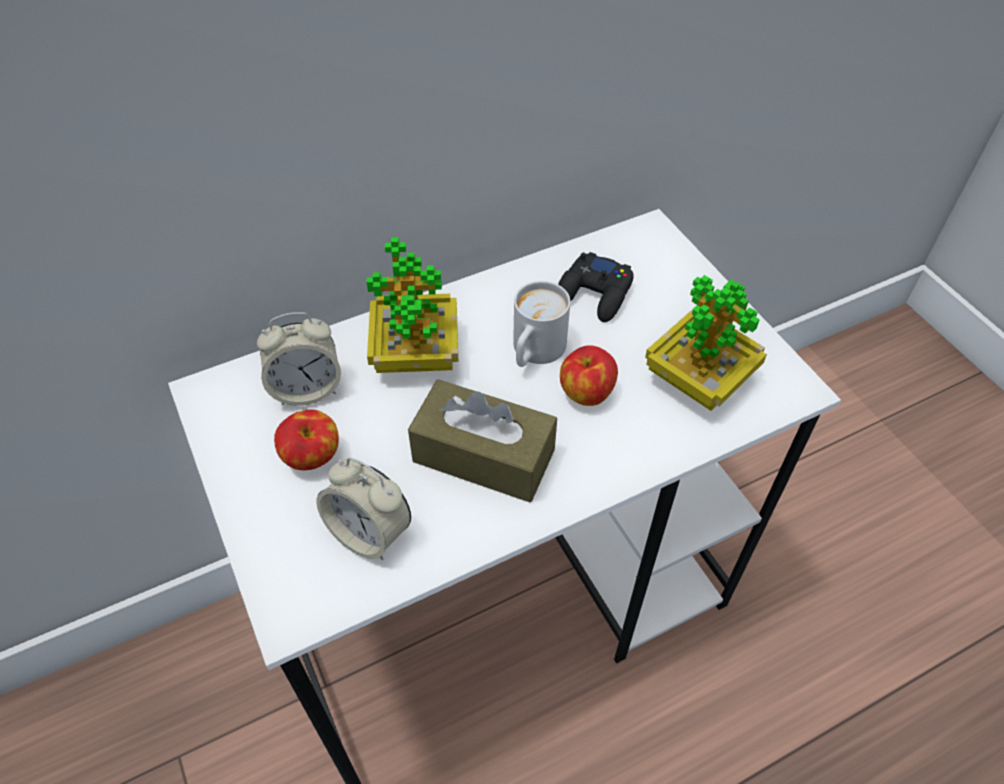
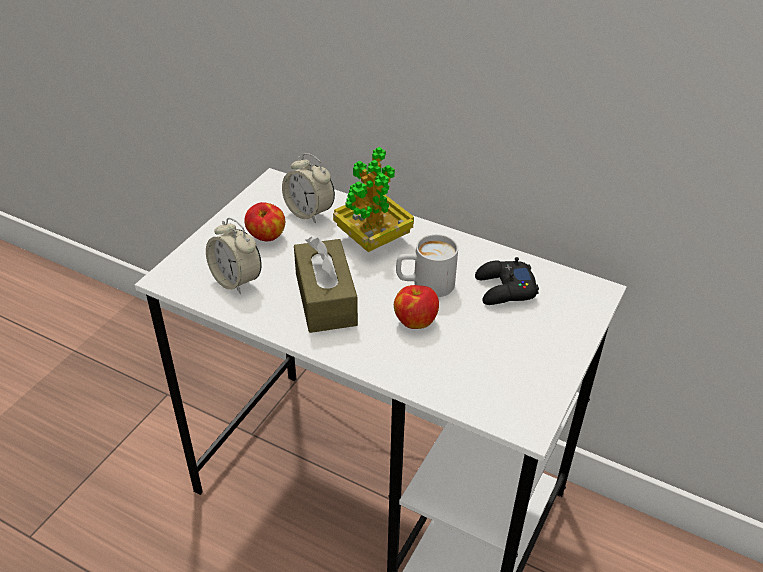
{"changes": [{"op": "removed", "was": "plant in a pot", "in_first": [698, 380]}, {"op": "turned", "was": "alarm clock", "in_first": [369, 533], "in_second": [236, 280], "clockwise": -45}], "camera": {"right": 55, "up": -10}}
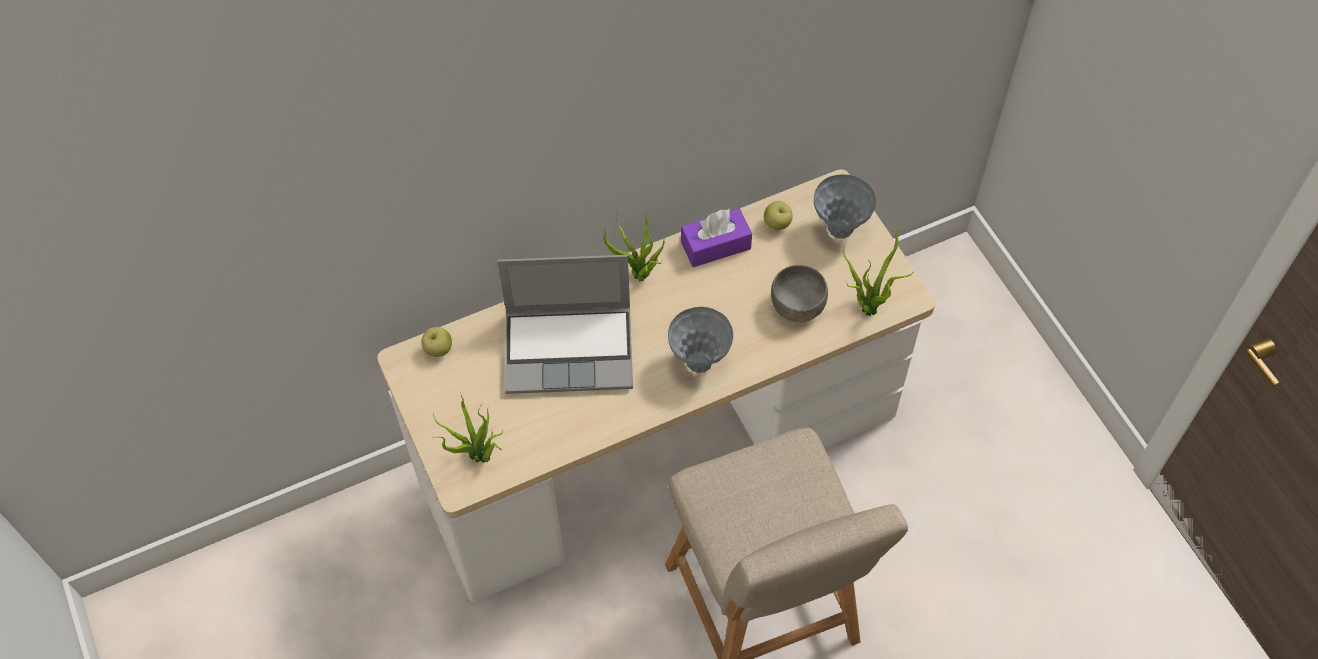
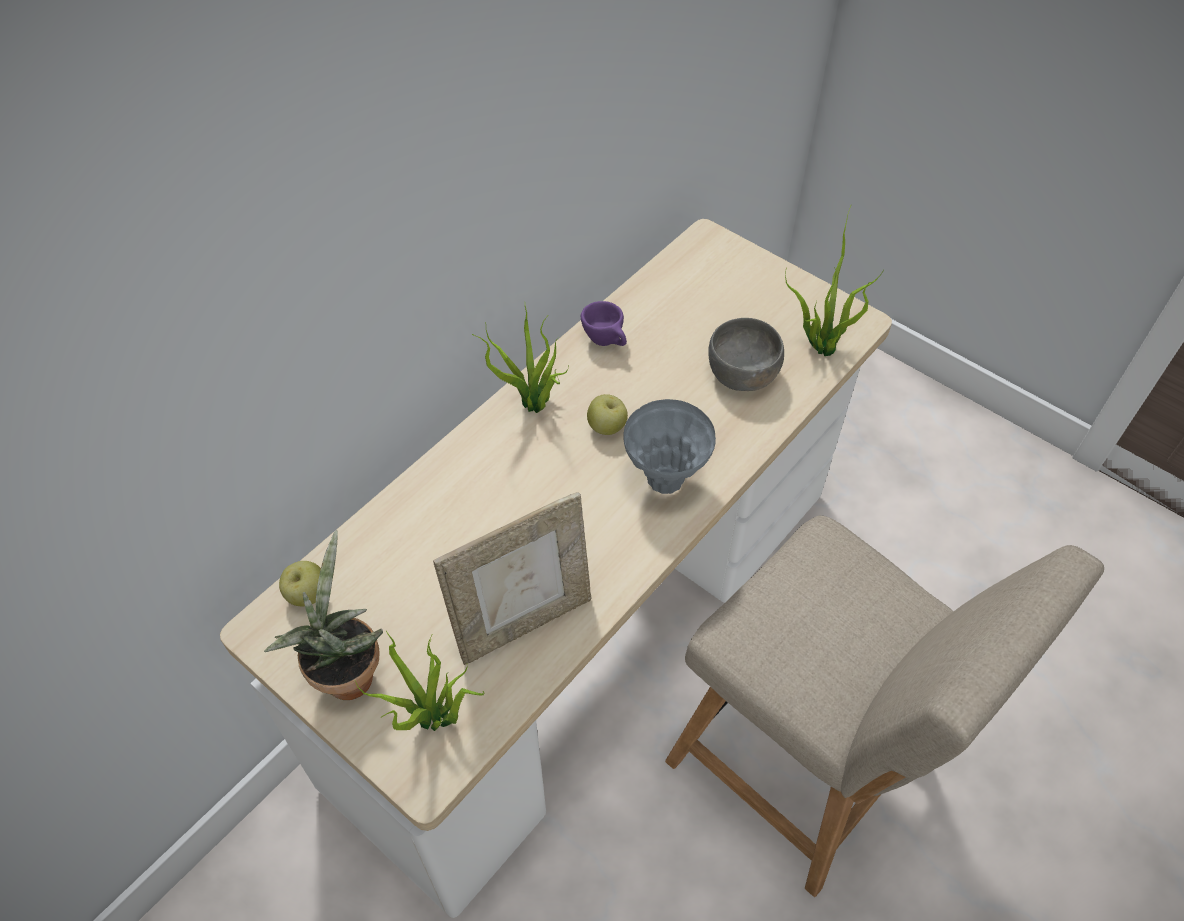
{"changes": [{"op": "removed", "was": "laptop", "in_first": [571, 349]}, {"op": "removed", "was": "greyish vase", "in_first": [839, 229]}, {"op": "added", "now": "plant in a pot", "in_second": [347, 672]}, {"op": "added", "now": "picture frame", "in_second": [523, 622]}, {"op": "moved", "was": "apple", "in_first": [777, 224], "in_second": [607, 427]}, {"op": "replaced", "was": "purple tissue holder", "now": "purple cup", "in_first": [715, 245], "in_second": [607, 341]}], "camera": {"right": -25, "up": -5}}
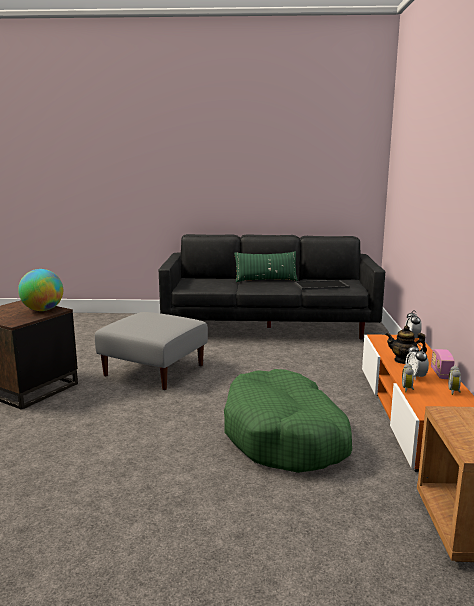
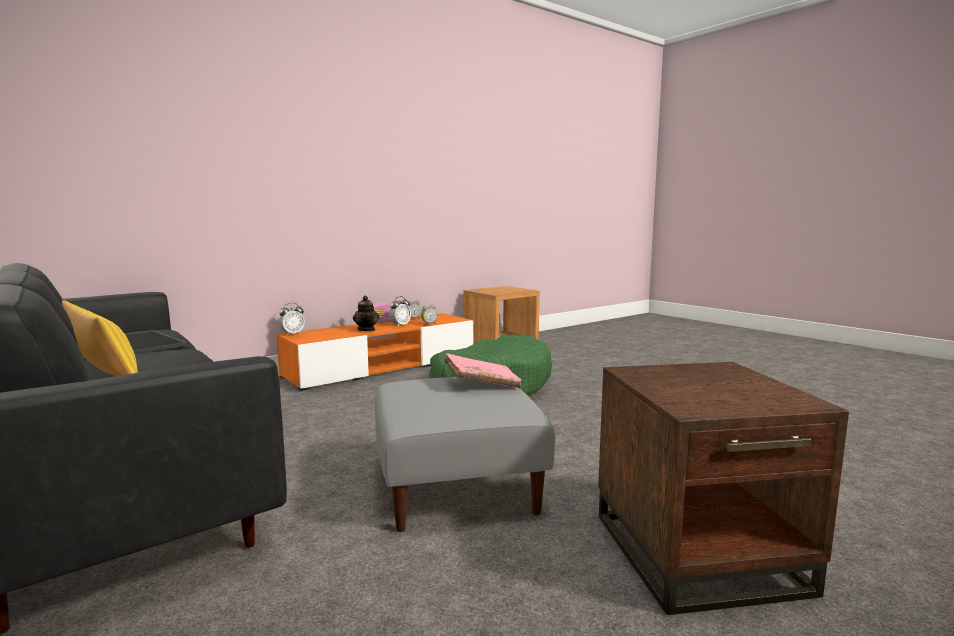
{"changes": [{"op": "removed", "was": "desk globe", "in_first": [43, 310]}, {"op": "added", "now": "pink volume", "in_second": [482, 383]}, {"op": "recoloured", "was": "greenish cushion", "now": "yellow cushion", "in_first": [266, 280], "in_second": [103, 372]}], "camera": {"right": -130, "up": -5}}
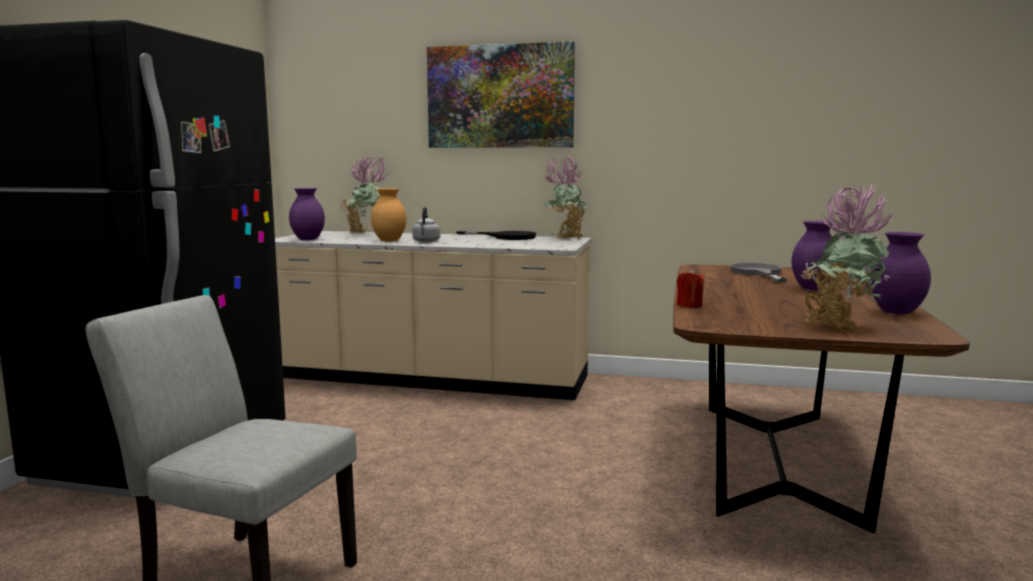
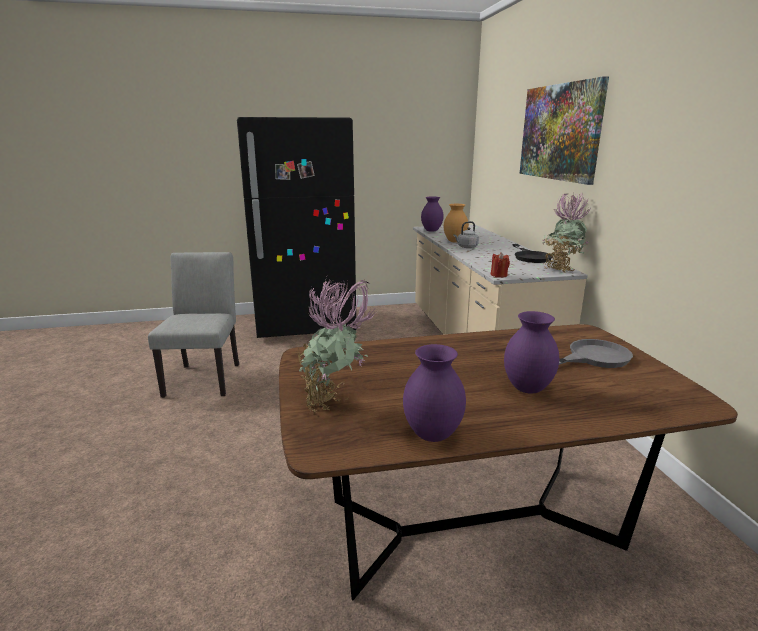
{"changes": [{"op": "removed", "was": "plant in a pot", "in_first": [365, 233]}, {"op": "moved", "was": "reddish wax light", "in_first": [689, 305], "in_second": [499, 275]}], "camera": {"right": 65, "up": 10}}
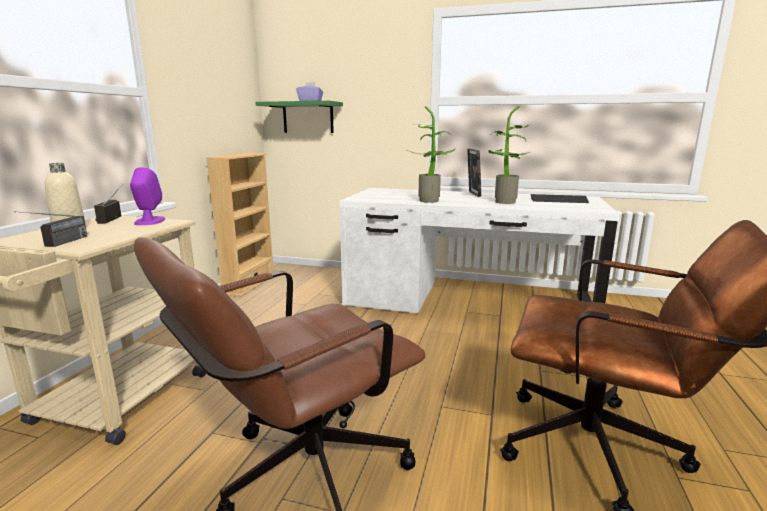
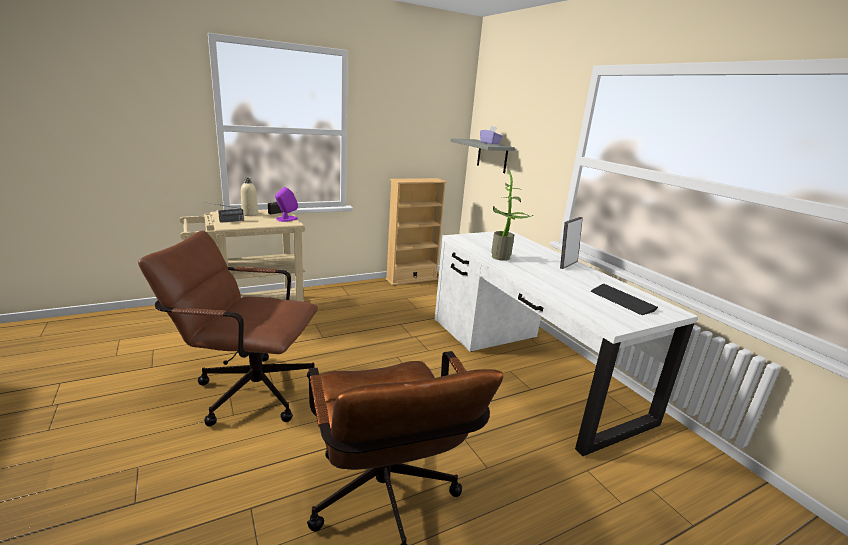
{"changes": [{"op": "removed", "was": "plant in a pot", "in_first": [504, 202]}, {"op": "recoloured", "was": "greenish shelf", "now": "greyish shelf", "in_first": [308, 117], "in_second": [492, 156]}], "camera": {"right": 45, "up": 5}}
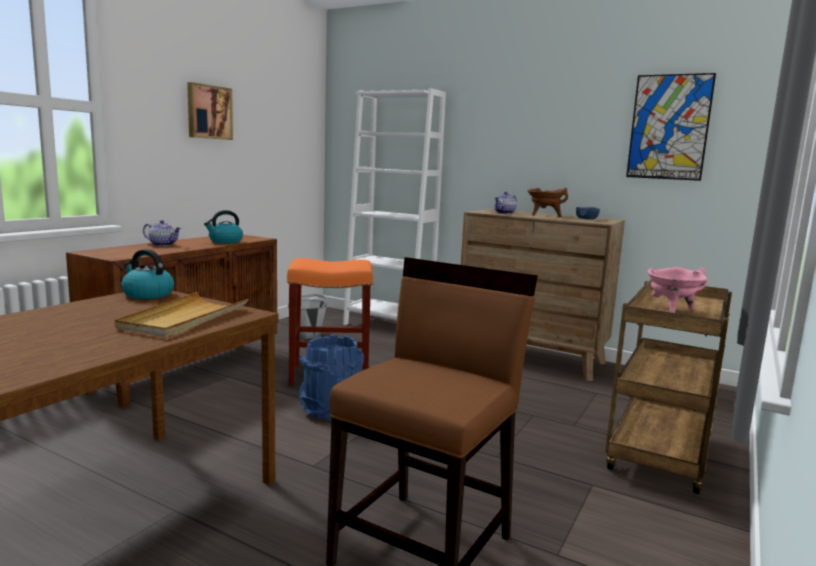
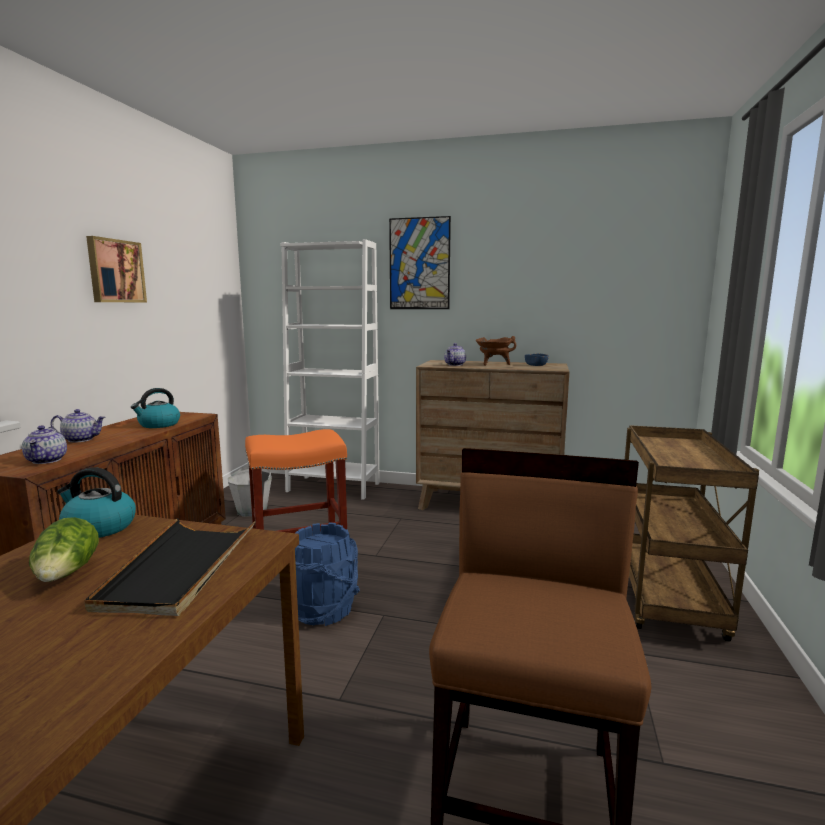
{"changes": [{"op": "removed", "was": "pink saucepot", "in_first": [671, 310]}, {"op": "added", "now": "tea pot", "in_second": [47, 460]}, {"op": "added", "now": "lettuce head", "in_second": [67, 574]}, {"op": "moved", "was": "wall art", "in_first": [669, 127], "in_second": [419, 264]}, {"op": "recoloured", "was": "beige tray", "now": "black-coloured tray", "in_first": [184, 319], "in_second": [180, 568]}], "camera": {"right": -15, "up": 0}}
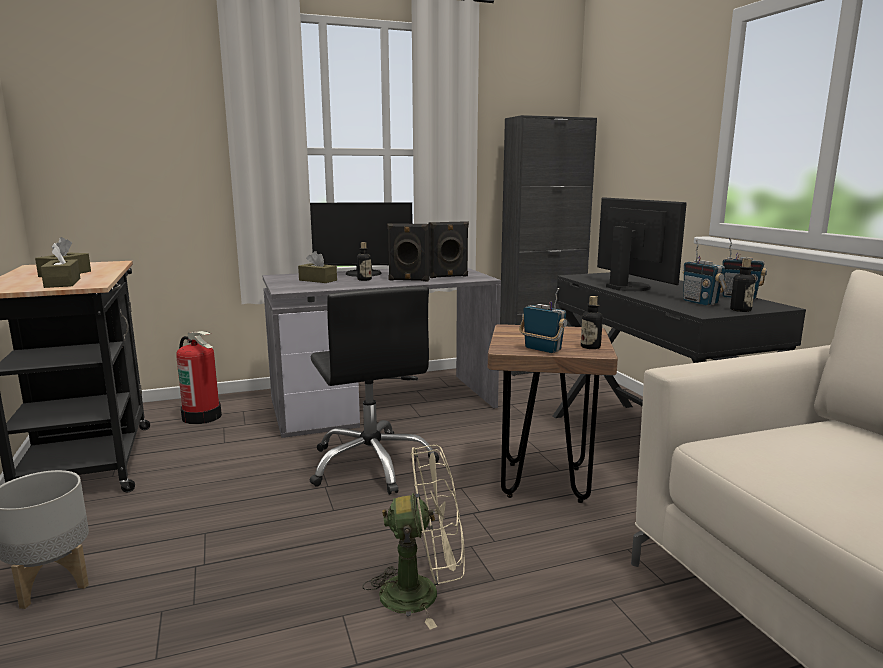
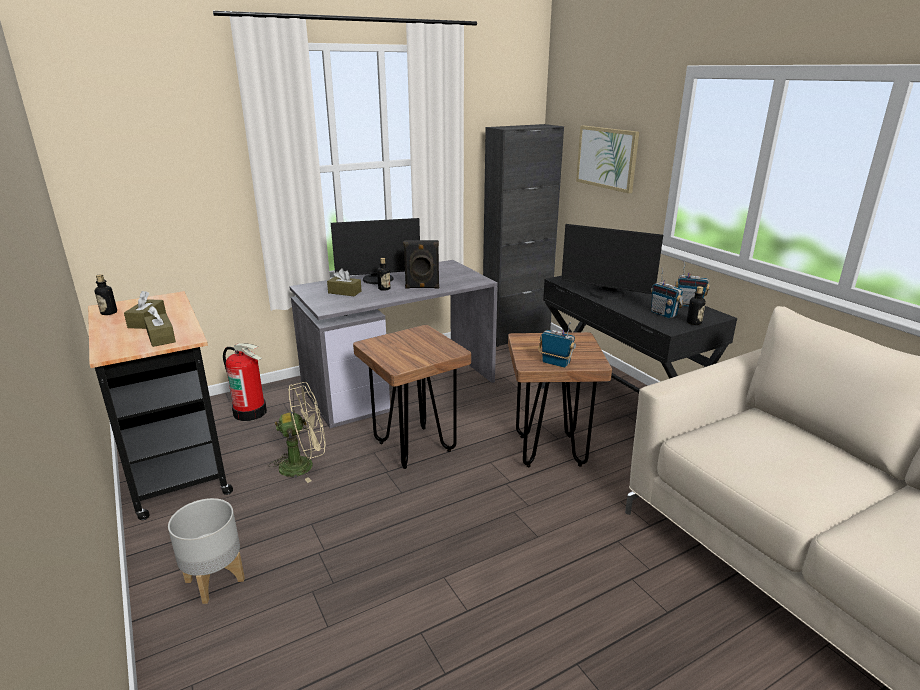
{"changes": [{"op": "removed", "was": "black-coloured audio speaker", "in_first": [448, 276]}, {"op": "added", "now": "wall art", "in_second": [607, 158]}, {"op": "moved", "was": "beige cooling fan", "in_first": [422, 592], "in_second": [304, 465]}, {"op": "moved", "was": "bottle", "in_first": [590, 347], "in_second": [109, 313]}, {"op": "replaced", "was": "black-coloured computer chair", "now": "brownish sitting stool", "in_first": [372, 464], "in_second": [414, 447]}, {"op": "turned", "was": "monitor", "in_first": [629, 287], "in_second": [606, 294], "clockwise": 150}], "camera": {"right": -10, "up": 10}}
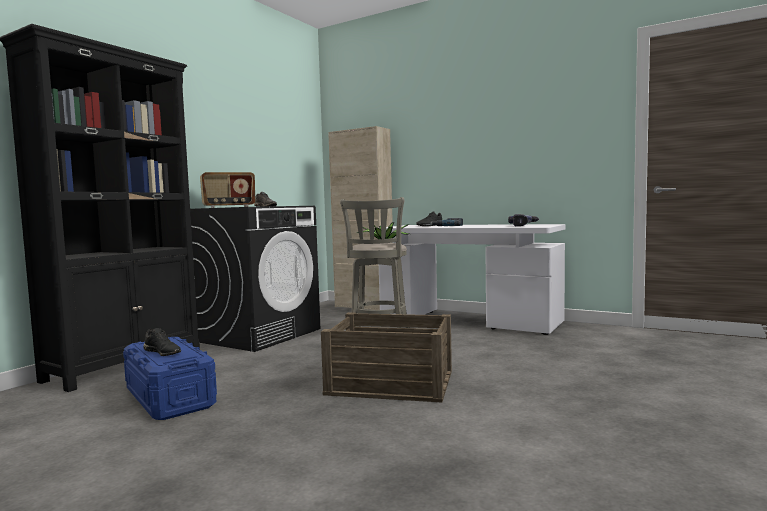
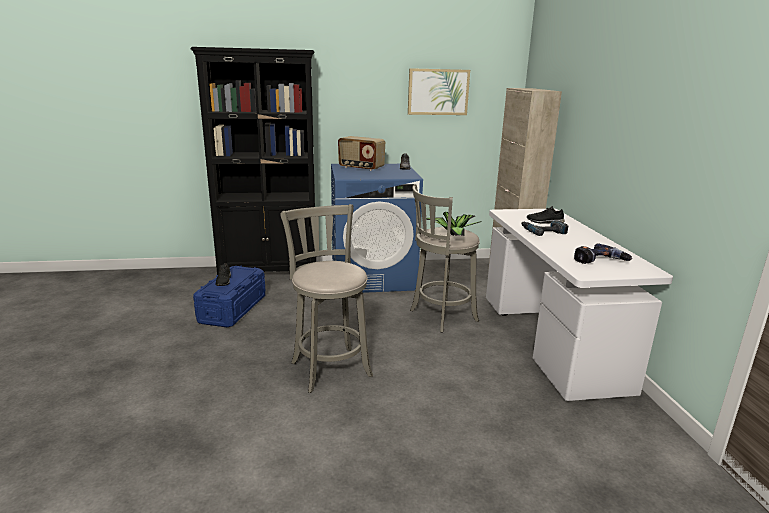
{"changes": [{"op": "added", "now": "wall art", "in_second": [438, 92]}, {"op": "replaced", "was": "crate", "now": "greyish sitting stool", "in_first": [390, 382], "in_second": [329, 367]}, {"op": "recoloured", "was": "black-coloured laundry machine", "now": "blue-coloured laundry machine", "in_first": [258, 334], "in_second": [373, 277]}], "camera": {"right": 50, "up": 15}}
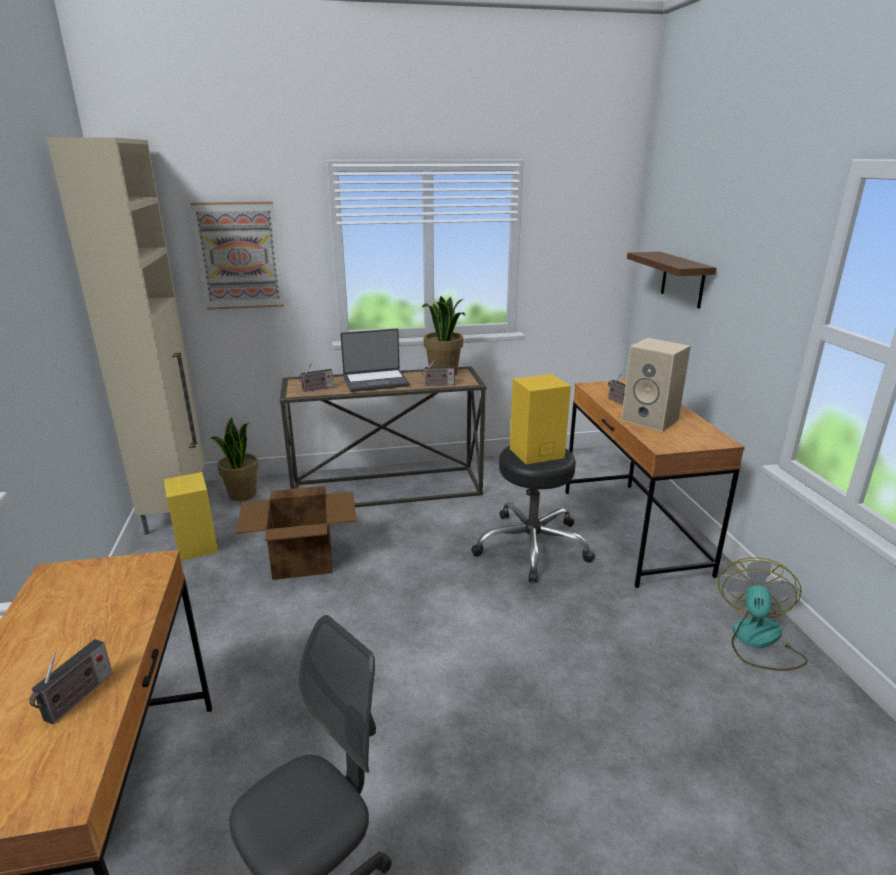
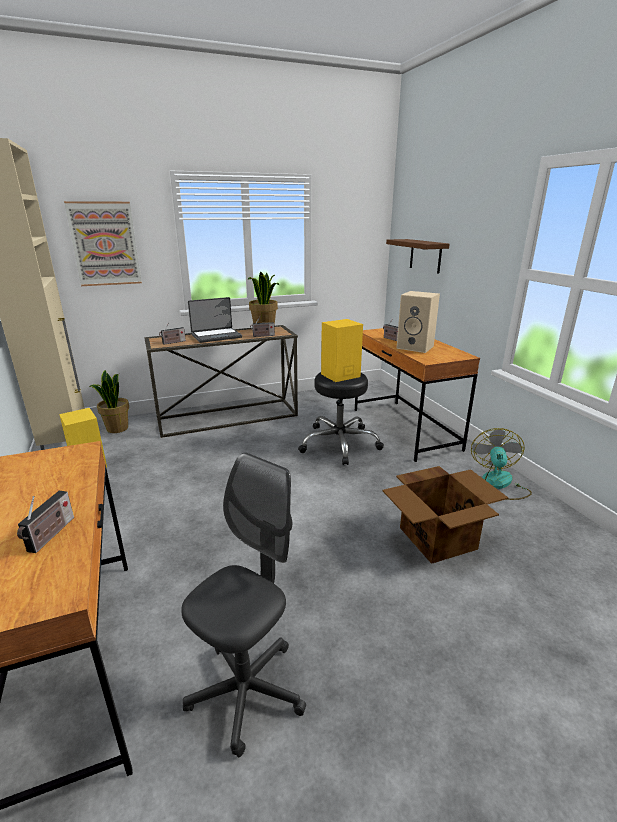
{"changes": [{"op": "moved", "was": "carton", "in_first": [304, 559], "in_second": [438, 538]}], "camera": {"right": -10, "up": 0}}
